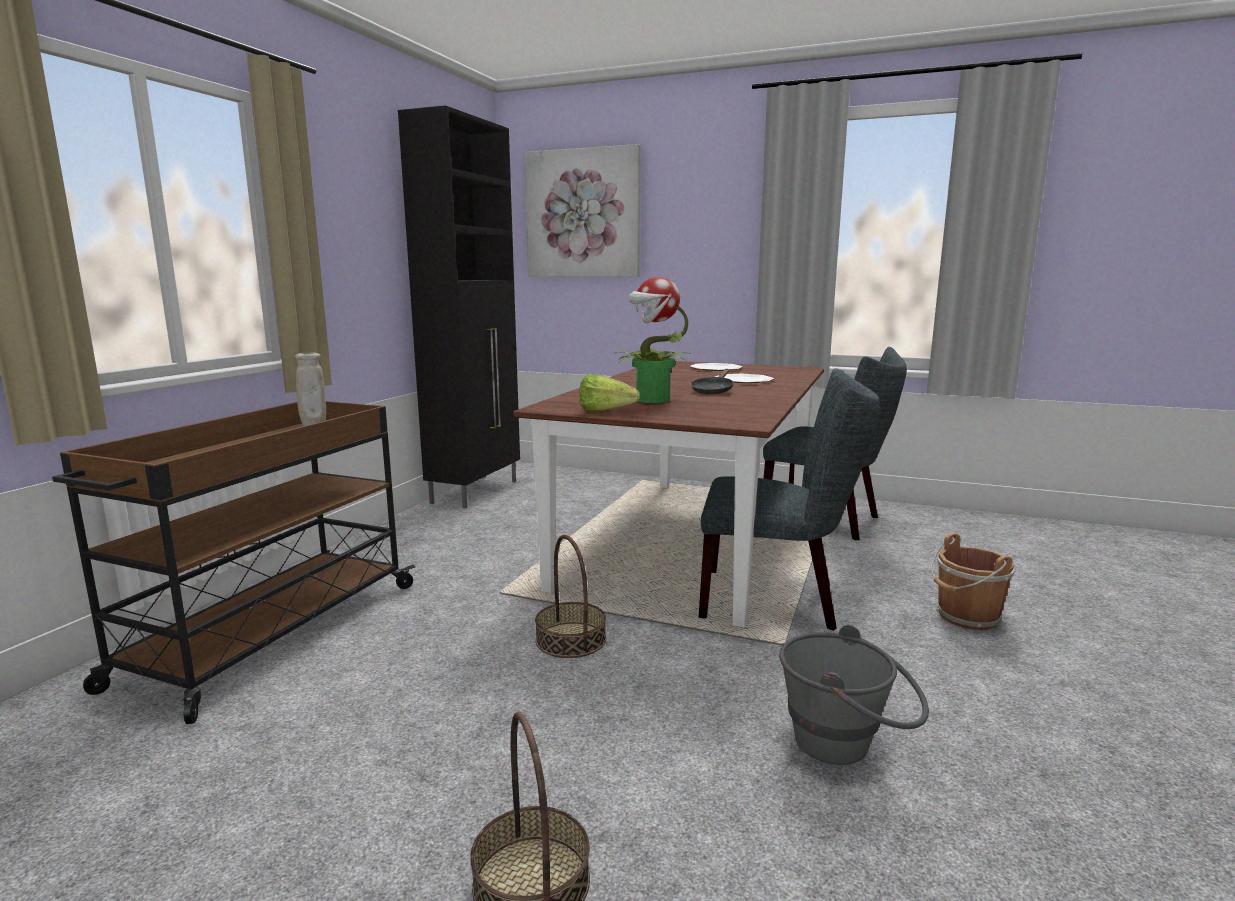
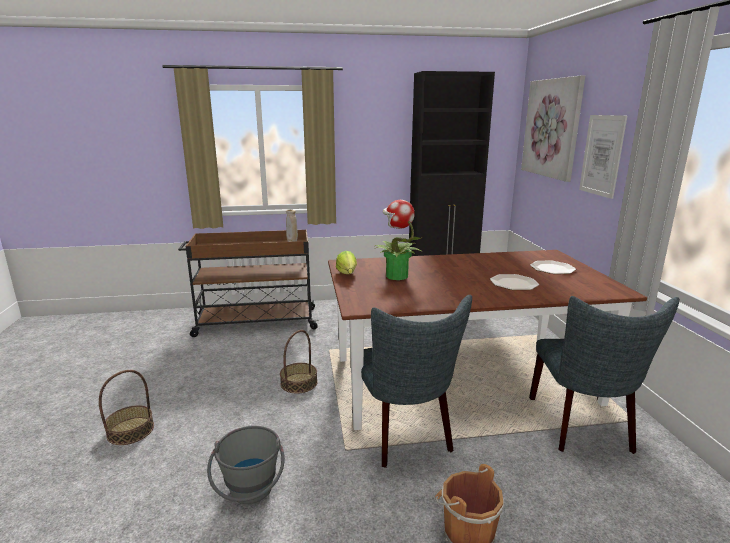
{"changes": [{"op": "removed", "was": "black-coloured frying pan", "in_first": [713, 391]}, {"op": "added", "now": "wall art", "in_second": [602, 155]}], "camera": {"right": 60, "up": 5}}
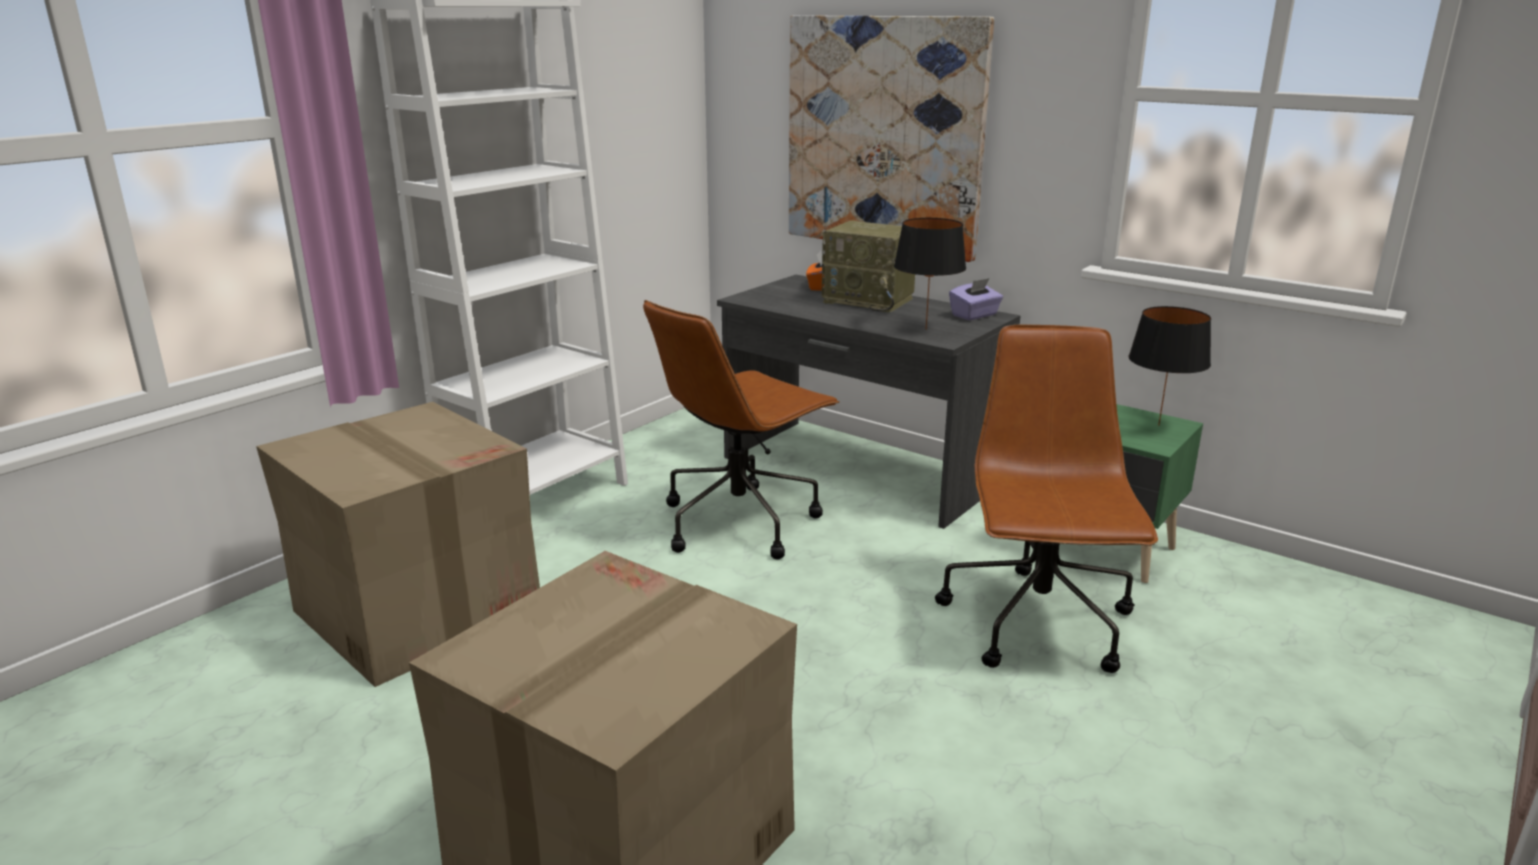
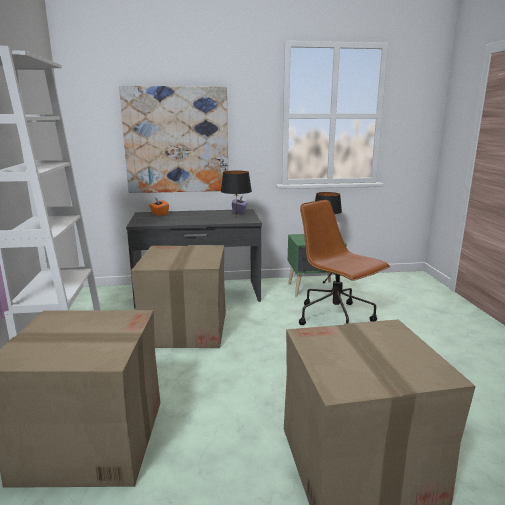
{"changes": [{"op": "removed", "was": "radio set", "in_first": [870, 300]}, {"op": "replaced", "was": "brownish computer chair", "now": "carton", "in_first": [740, 521], "in_second": [185, 329]}], "camera": {"right": -45, "up": -5}}
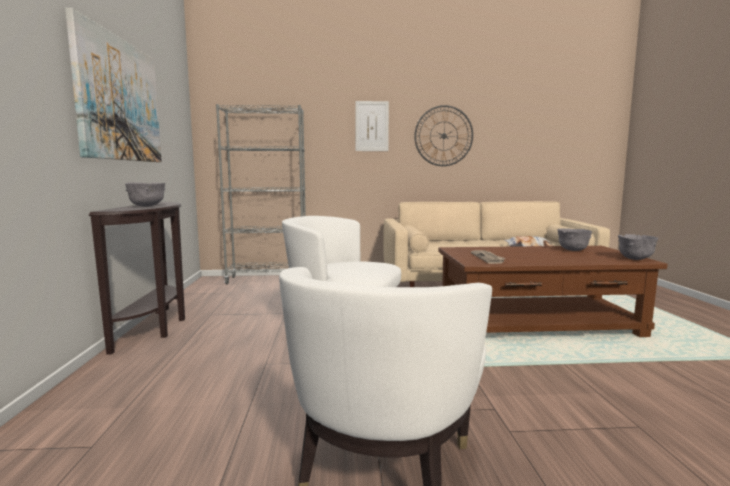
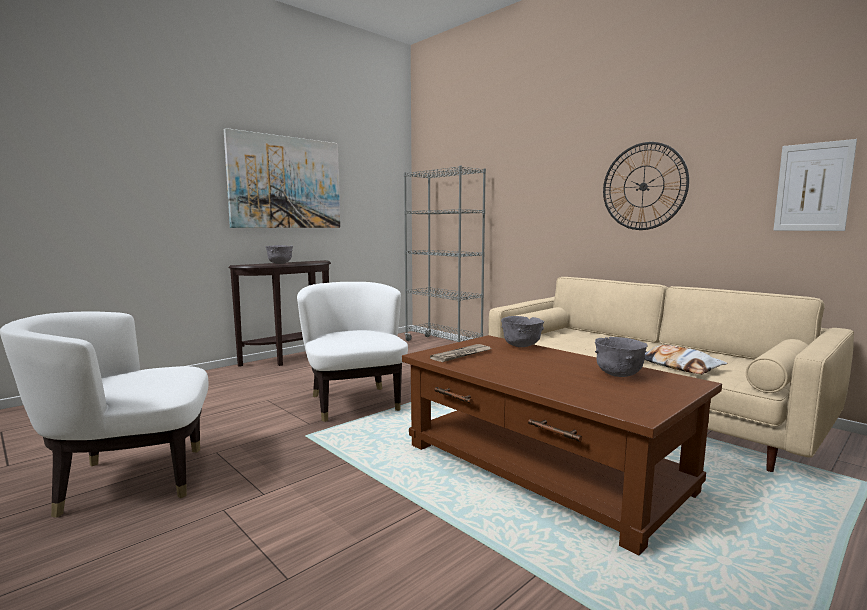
{"changes": [{"op": "moved", "was": "wall art", "in_first": [372, 126], "in_second": [813, 187]}, {"op": "moved", "was": "greyish serving bowl", "in_first": [635, 259], "in_second": [521, 346]}], "camera": {"right": 50, "up": 0}}
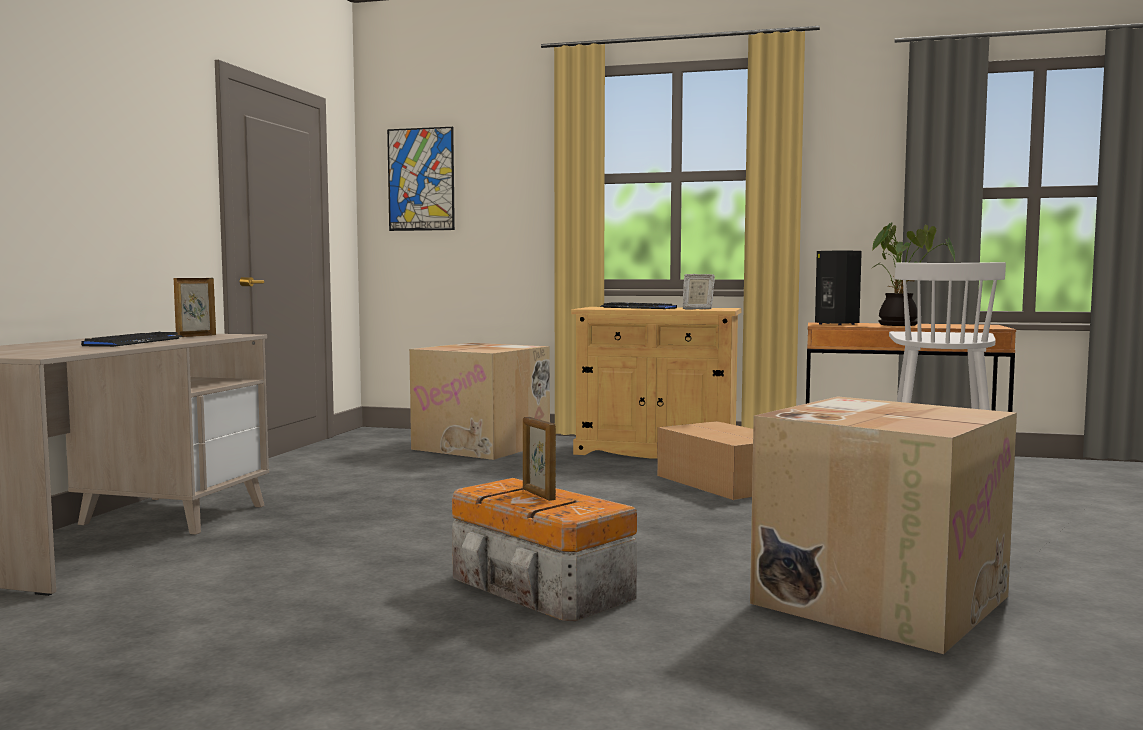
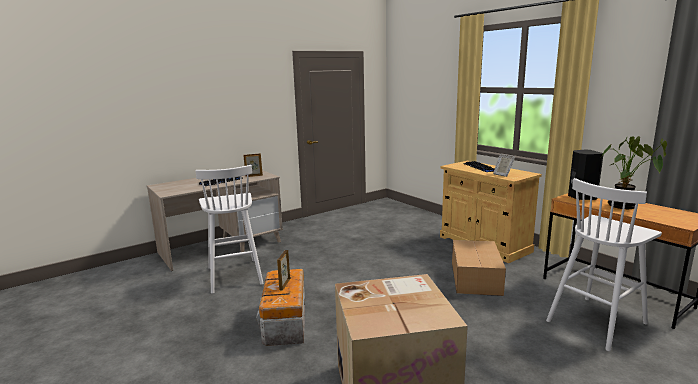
{"changes": [{"op": "removed", "was": "wall art", "in_first": [421, 179]}, {"op": "removed", "was": "carton", "in_first": [484, 446]}, {"op": "added", "now": "white sitting stool", "in_second": [234, 275]}], "camera": {"right": 40, "up": 10}}
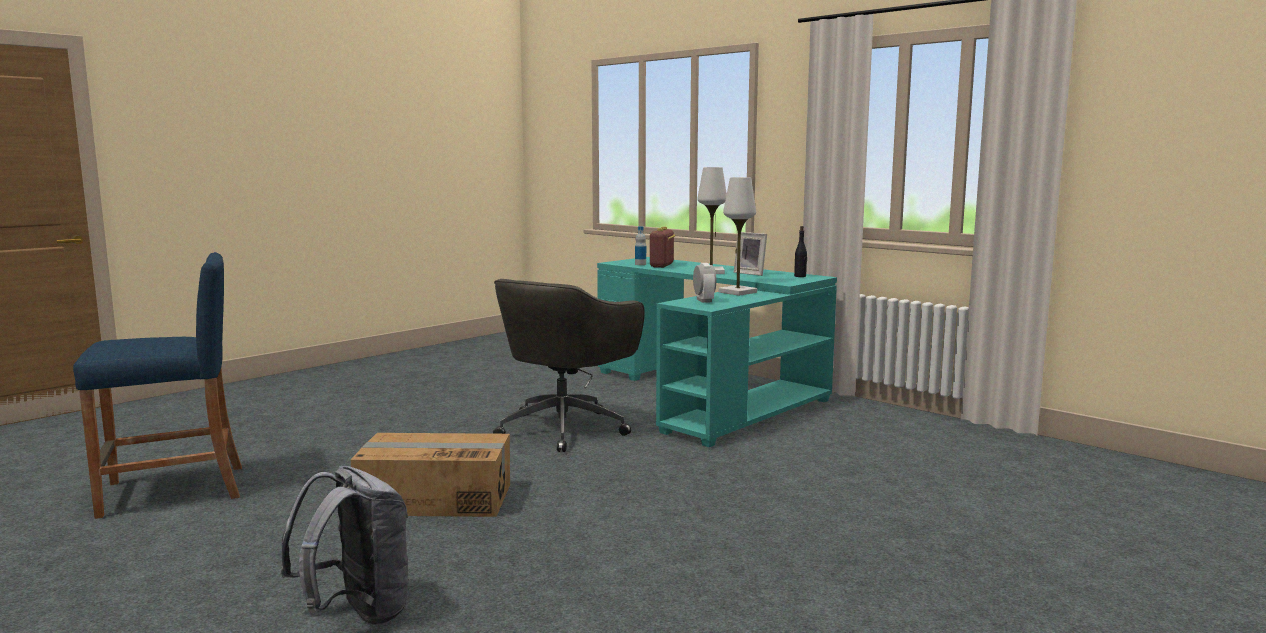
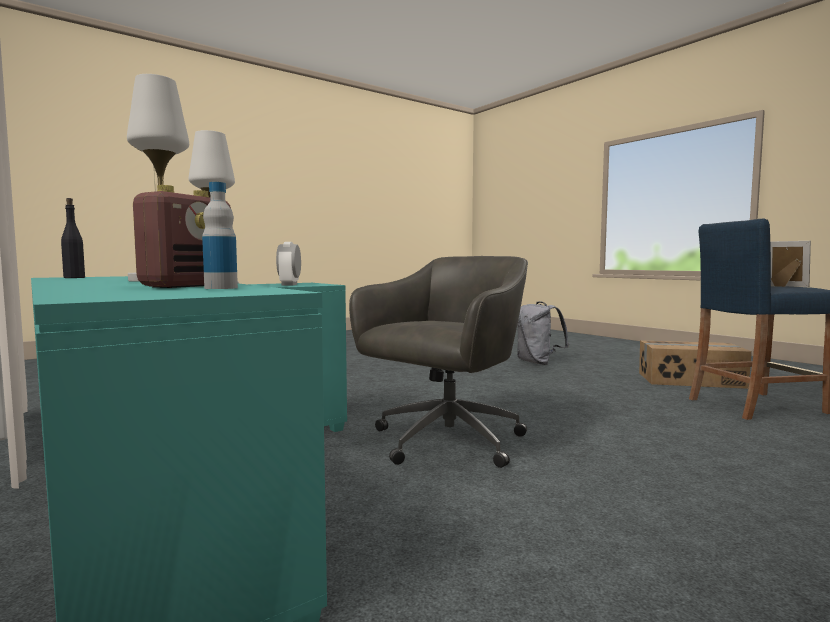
{"changes": [{"op": "moved", "was": "carton", "in_first": [435, 499], "in_second": [690, 380]}, {"op": "moved", "was": "picture frame", "in_first": [751, 273], "in_second": [784, 286]}], "camera": {"right": -170, "up": -5}}
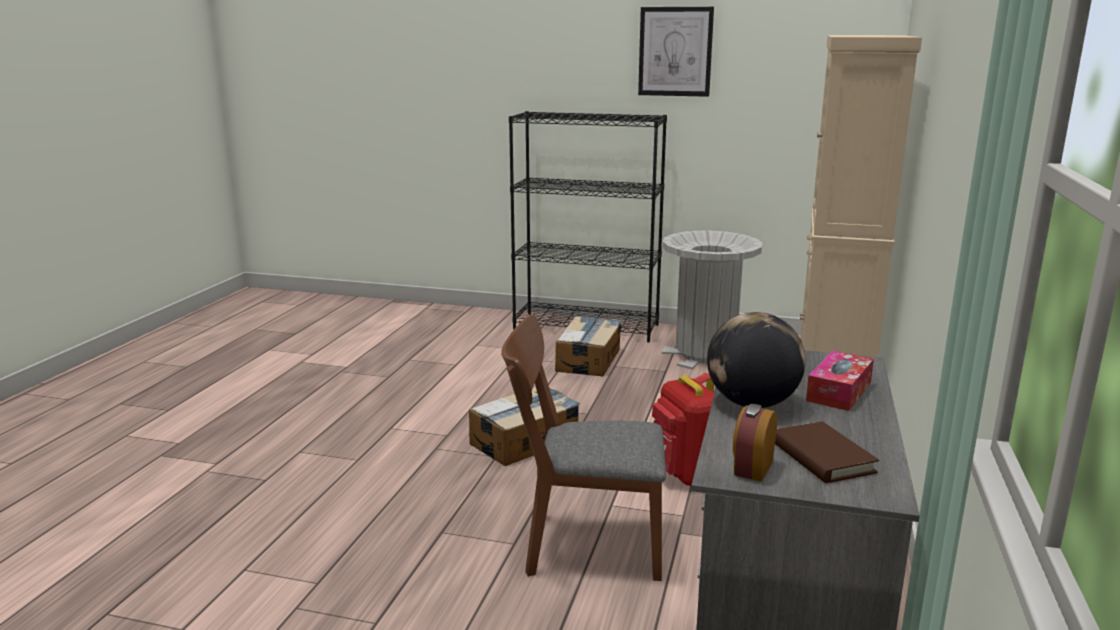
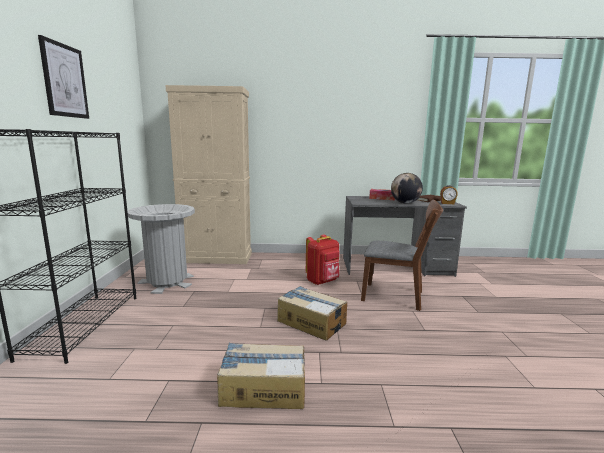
{"changes": [{"op": "moved", "was": "carton", "in_first": [588, 360], "in_second": [263, 388]}, {"op": "turned", "was": "brownish upright chair", "in_first": [582, 545], "in_second": [398, 297], "clockwise": -60}], "camera": {"right": -105, "up": -5}}
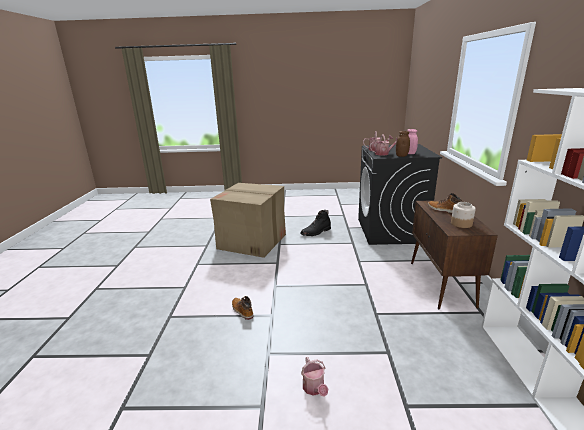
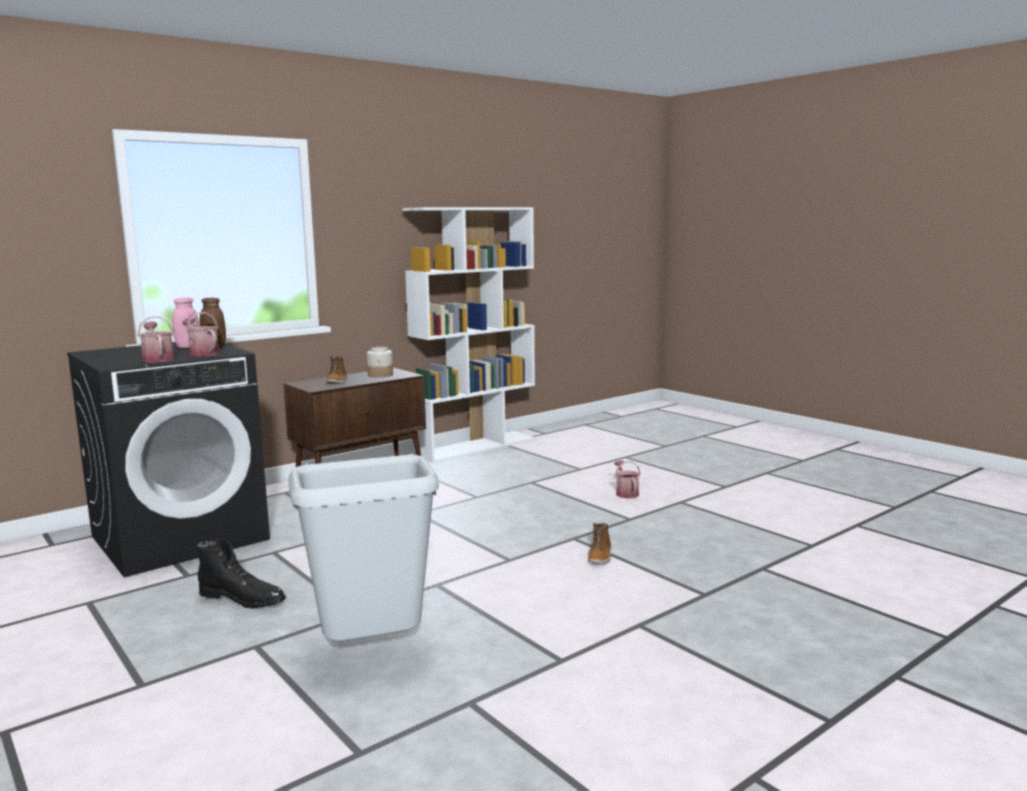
{"changes": [{"op": "replaced", "was": "carton", "now": "greyish trash can", "in_first": [252, 241], "in_second": [373, 649]}, {"op": "turned", "was": "sprinkling can", "in_first": [314, 389], "in_second": [626, 493], "clockwise": -45}], "camera": {"right": -130, "up": -10}}
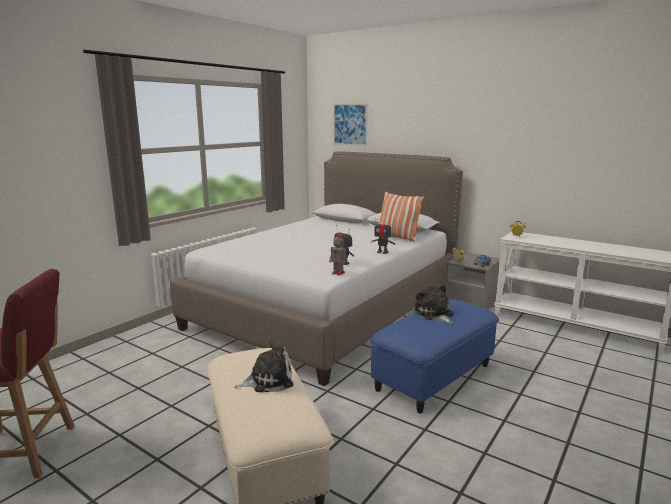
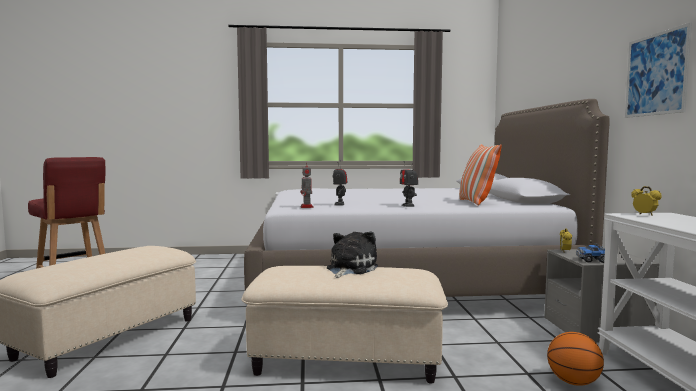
{"changes": [{"op": "removed", "was": "plush toy", "in_first": [268, 380]}, {"op": "added", "now": "ball for basketball", "in_second": [573, 382]}, {"op": "moved", "was": "wall art", "in_first": [350, 124], "in_second": [656, 74]}, {"op": "recoloured", "was": "blue-coloured ottoman", "now": "beige ottoman", "in_first": [434, 378], "in_second": [345, 362]}], "camera": {"right": 50, "up": -10}}
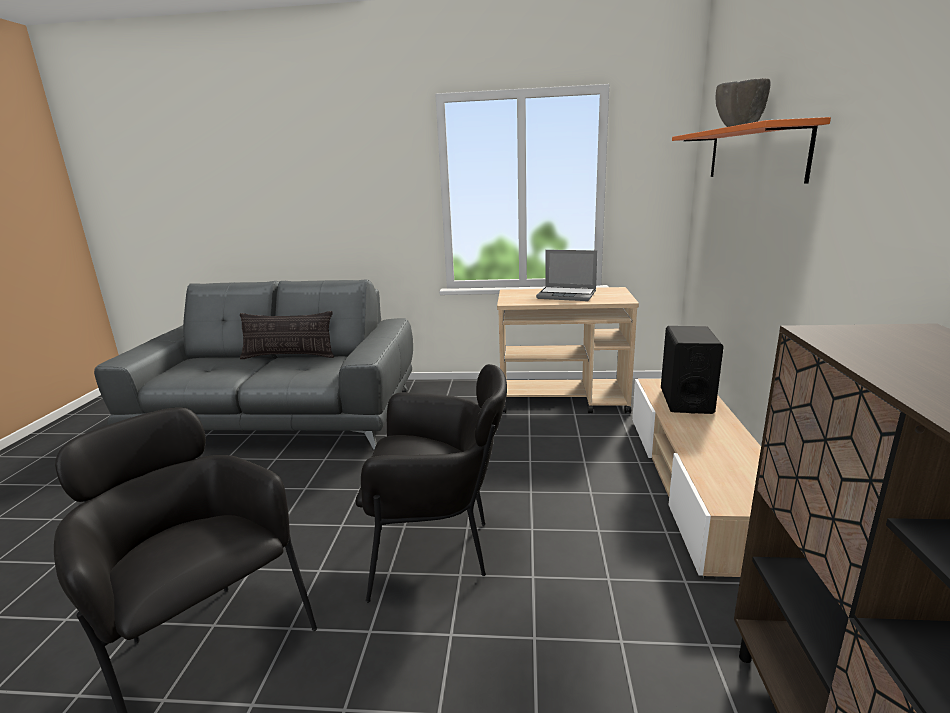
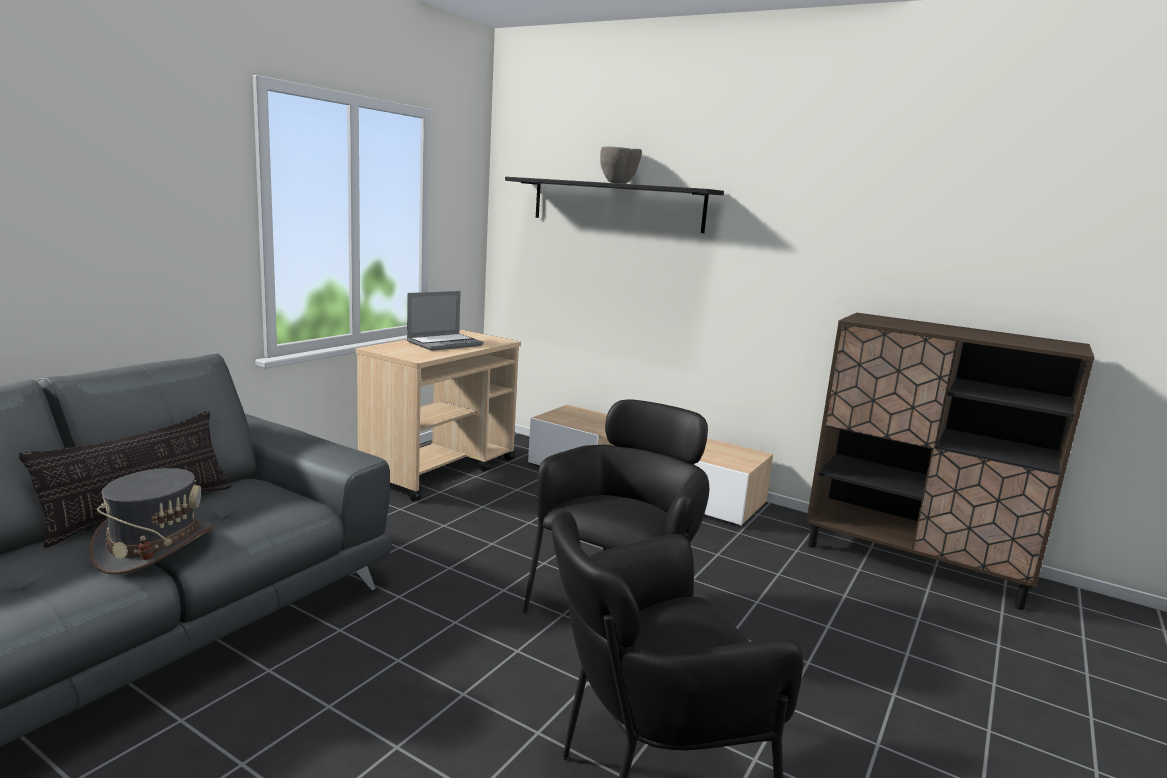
{"changes": [{"op": "removed", "was": "black-coloured audio speaker", "in_first": [686, 400]}, {"op": "added", "now": "greyish clothing hat", "in_second": [155, 546]}, {"op": "recoloured", "was": "orange-coloured shelf", "now": "black-coloured shelf", "in_first": [753, 154], "in_second": [616, 204]}], "camera": {"right": -65, "up": -5}}
